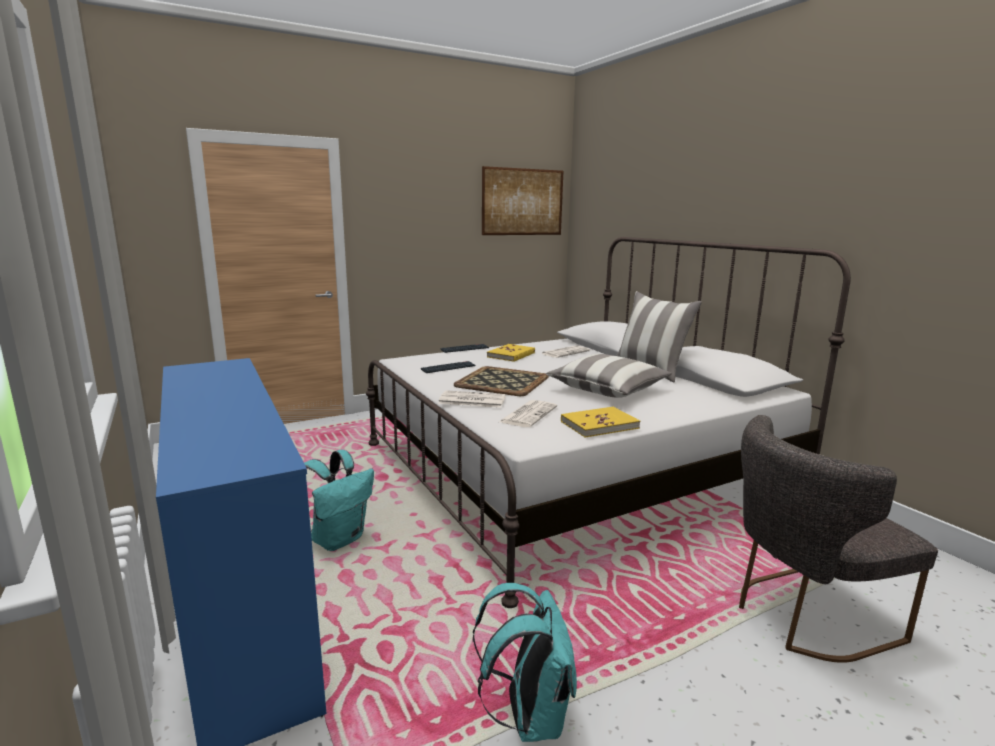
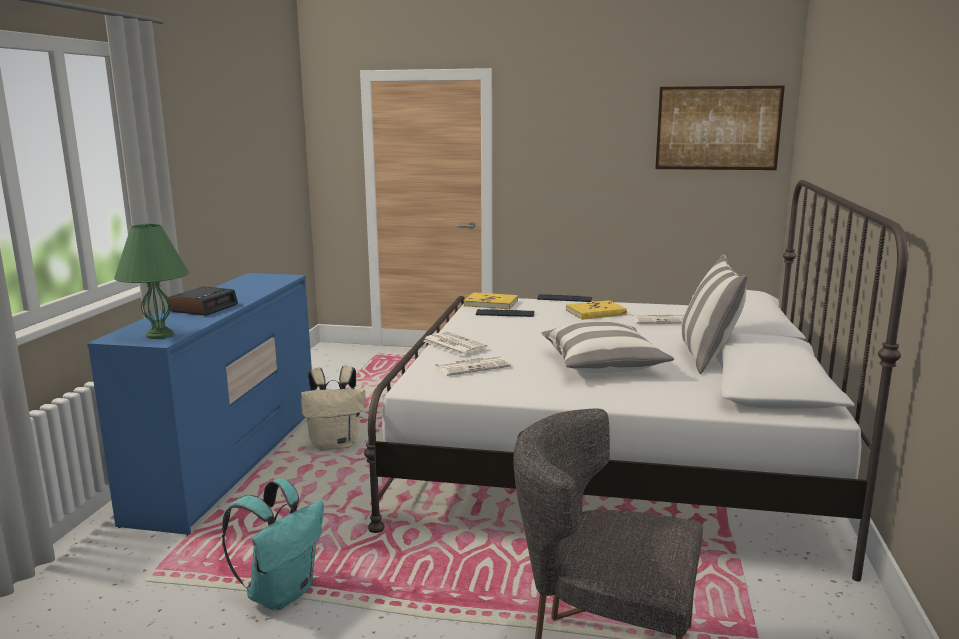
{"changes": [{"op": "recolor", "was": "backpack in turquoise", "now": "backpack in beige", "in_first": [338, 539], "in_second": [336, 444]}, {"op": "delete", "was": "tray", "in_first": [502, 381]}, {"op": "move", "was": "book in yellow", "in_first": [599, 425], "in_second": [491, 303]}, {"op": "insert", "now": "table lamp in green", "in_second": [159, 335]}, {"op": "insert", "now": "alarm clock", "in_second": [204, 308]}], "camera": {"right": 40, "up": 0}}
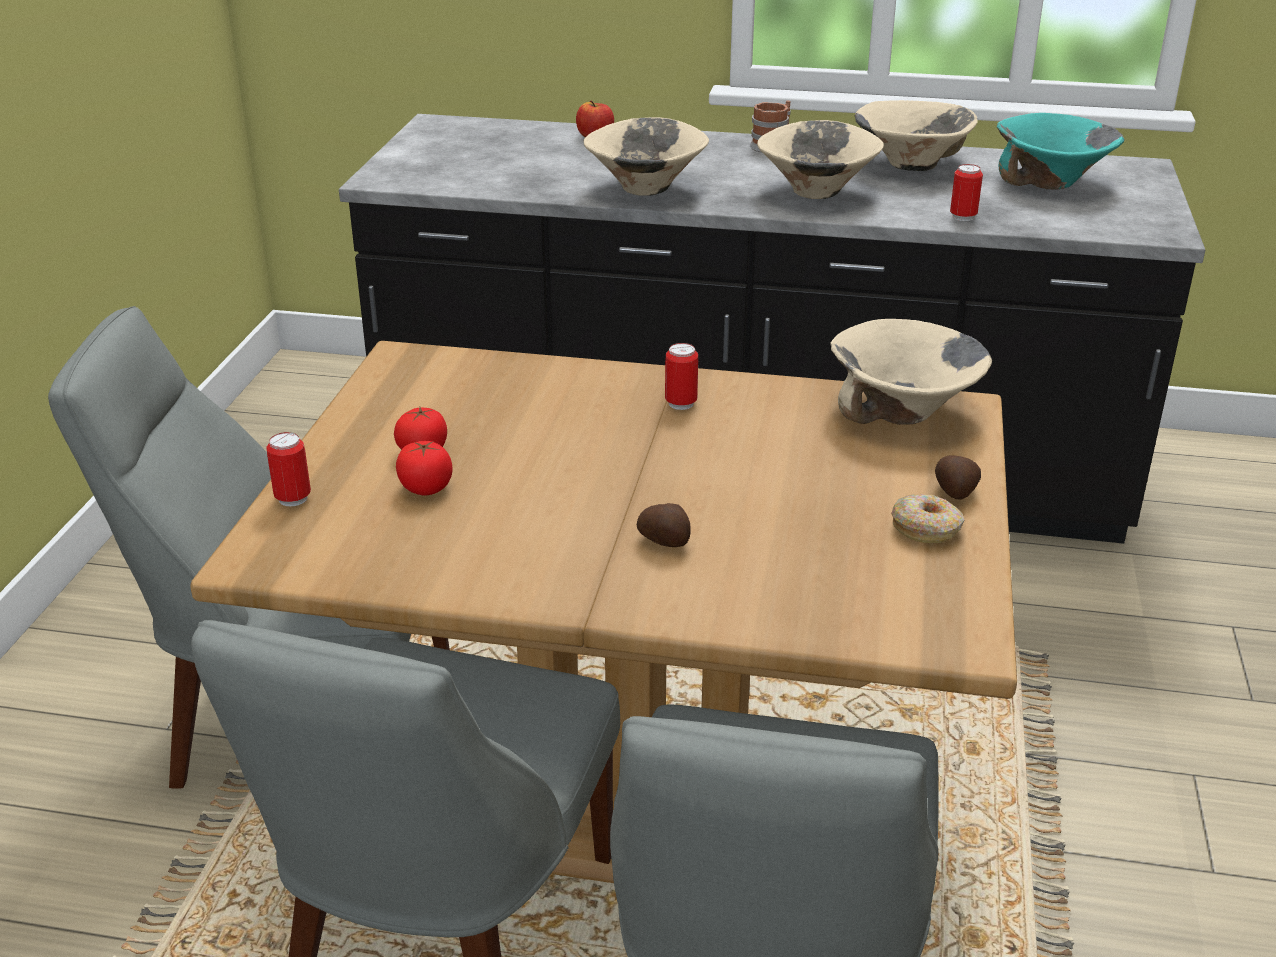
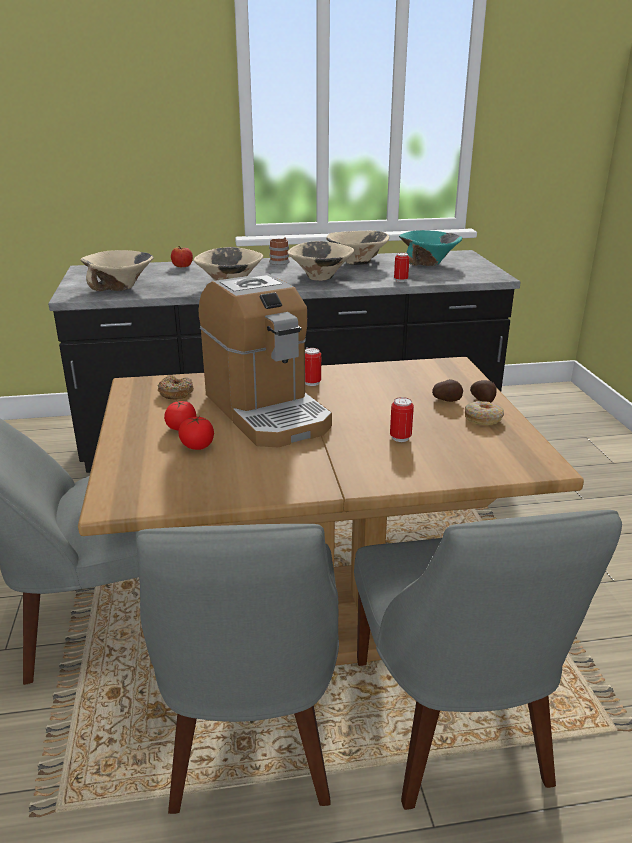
{"changes": [{"op": "move", "was": "can", "in_first": [293, 498], "in_second": [400, 438]}, {"op": "move", "was": "potato", "in_first": [665, 541], "in_second": [447, 400]}, {"op": "move", "was": "bowl in beige", "in_first": [903, 412], "in_second": [120, 287]}, {"op": "insert", "now": "donut", "in_second": [176, 393]}, {"op": "insert", "now": "coffee machine", "in_second": [266, 411]}], "camera": {"right": -20, "up": -5}}
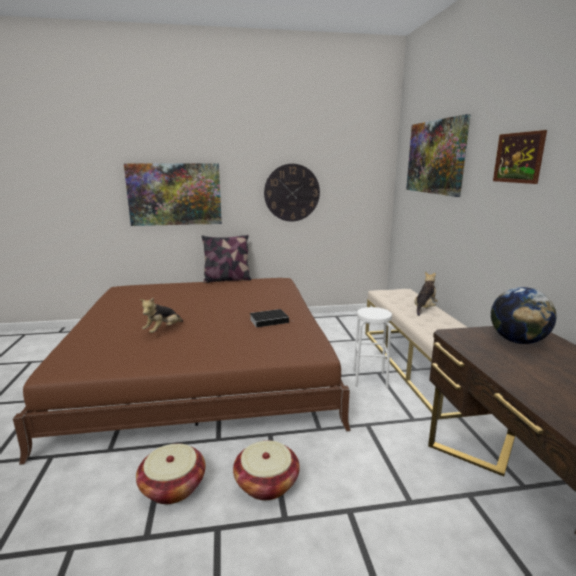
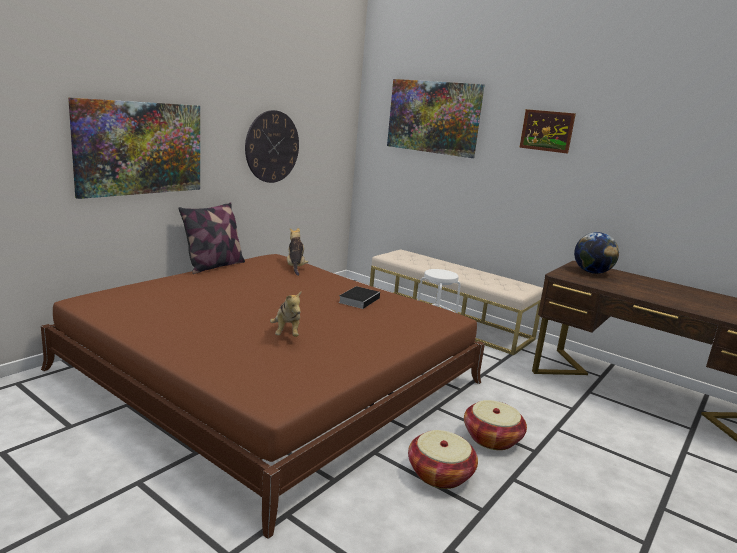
{"changes": [{"op": "move", "was": "plush toy", "in_first": [424, 308], "in_second": [295, 267]}], "camera": {"right": -45, "up": 0}}
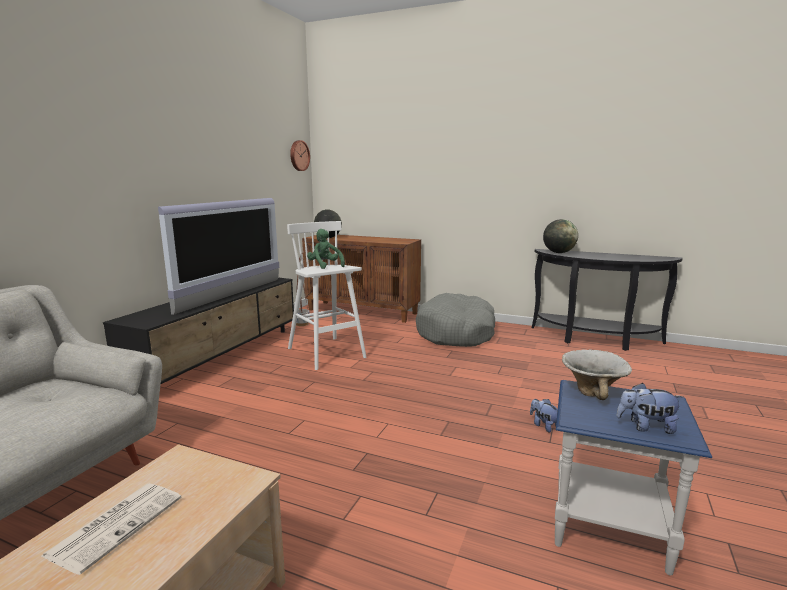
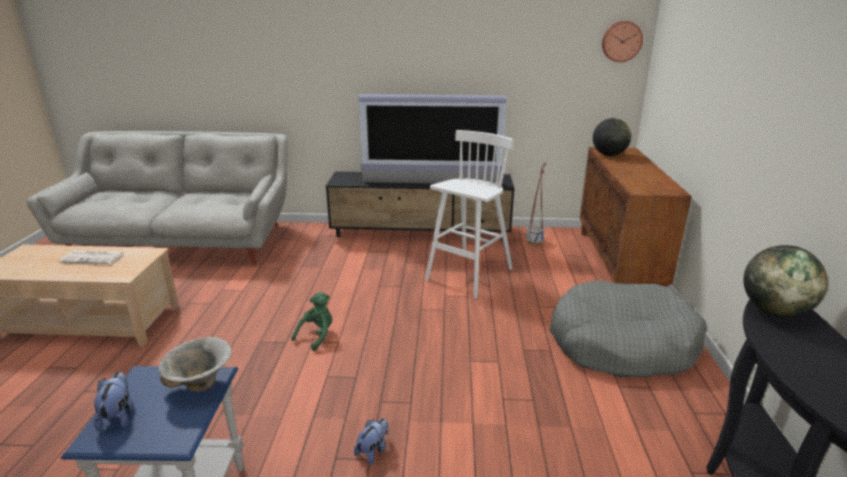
{"changes": [{"op": "move", "was": "plush toy in green", "in_first": [325, 266], "in_second": [317, 336]}], "camera": {"right": 70, "up": 10}}
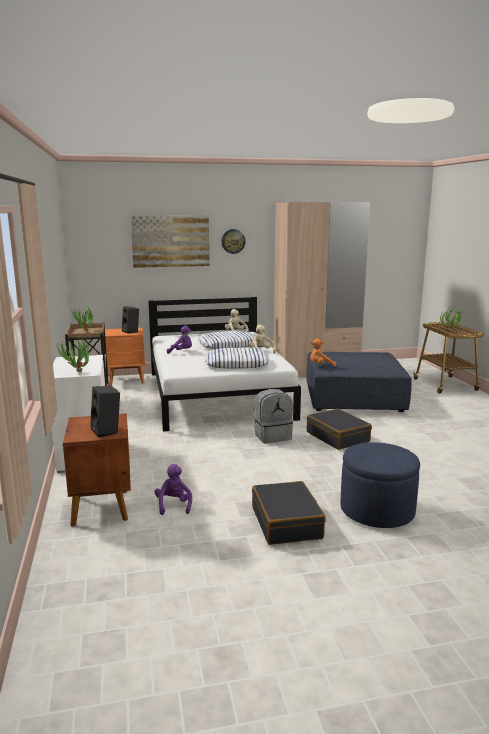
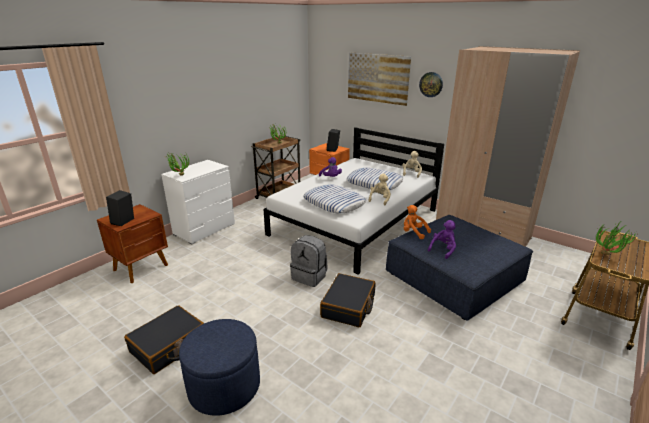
{"changes": [{"op": "move", "was": "plush toy in purple", "in_first": [173, 505], "in_second": [443, 249]}], "camera": {"right": 50, "up": 10}}
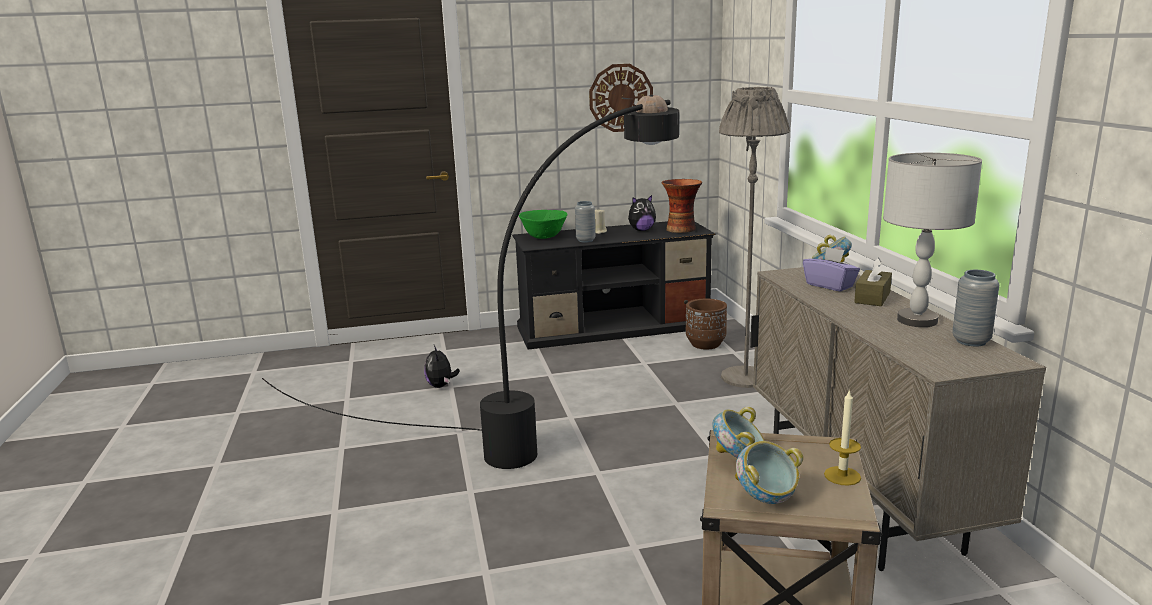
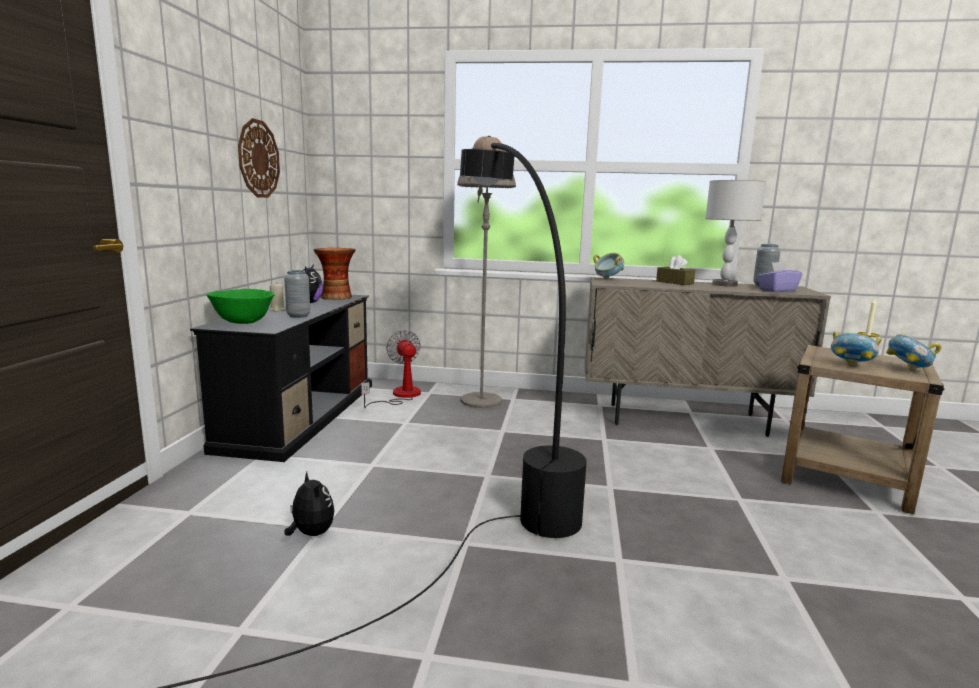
{"changes": [{"op": "rotate", "was": "plush toy", "in_first": [441, 386], "in_second": [311, 533], "clockwise": -135}, {"op": "replace", "was": "planter in brown", "now": "fan", "in_first": [705, 344], "in_second": [400, 396]}, {"op": "move", "was": "tissue box in purple", "in_first": [830, 285], "in_second": [777, 290]}], "camera": {"right": -70, "up": -5}}
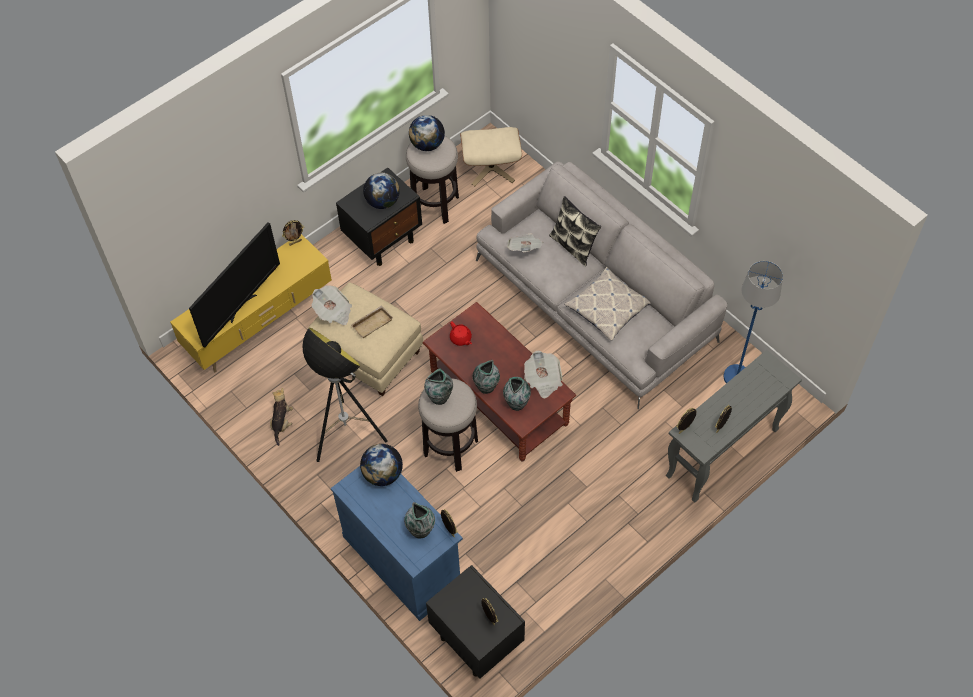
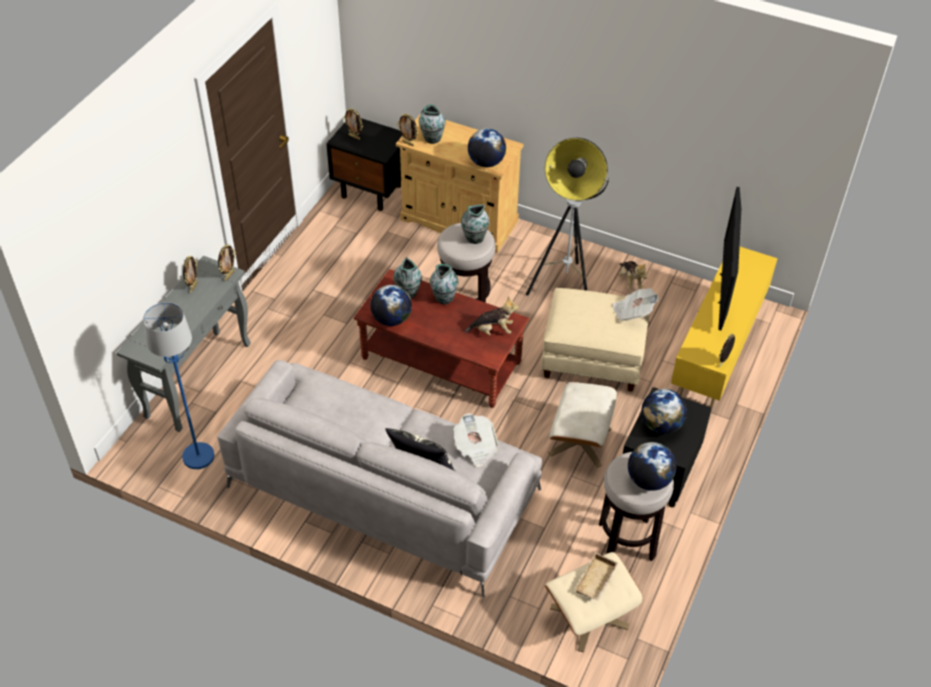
{"changes": [{"op": "recolor", "was": "cabinet in blue", "now": "cabinet in beige", "in_first": [403, 560], "in_second": [459, 221]}, {"op": "move", "was": "tray in beige", "in_first": [372, 323], "in_second": [597, 580]}, {"op": "replace", "was": "teapot in red", "now": "plush toy", "in_first": [461, 339], "in_second": [492, 330]}, {"op": "replace", "was": "newspaper", "now": "globe", "in_first": [543, 380], "in_second": [391, 319]}, {"op": "delete", "was": "pillow", "in_first": [608, 307]}, {"op": "insert", "now": "ottoman in beige", "in_second": [580, 441]}], "camera": {"right": 155, "up": -10}}
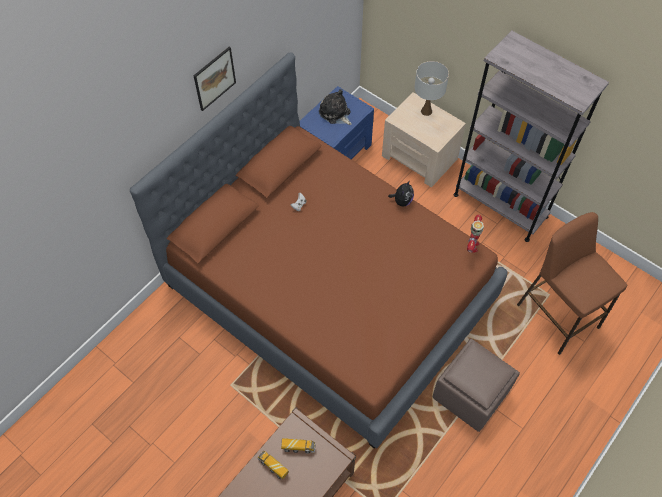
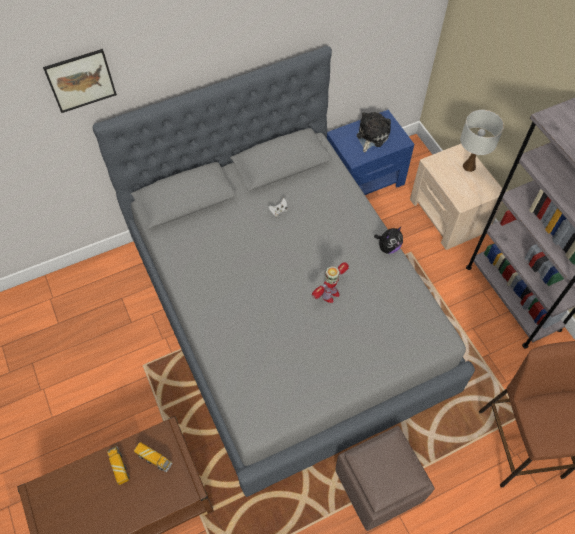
{"changes": [{"op": "recolor", "was": "bed in brown", "now": "bed in grey", "in_first": [330, 292], "in_second": [287, 314]}, {"op": "move", "was": "picture", "in_first": [214, 78], "in_second": [81, 80]}, {"op": "rotate", "was": "plush toy", "in_first": [335, 113], "in_second": [371, 136], "clockwise": 45}, {"op": "move", "was": "toy robot", "in_first": [472, 246], "in_second": [330, 295]}], "camera": {"right": 25, "up": 0}}
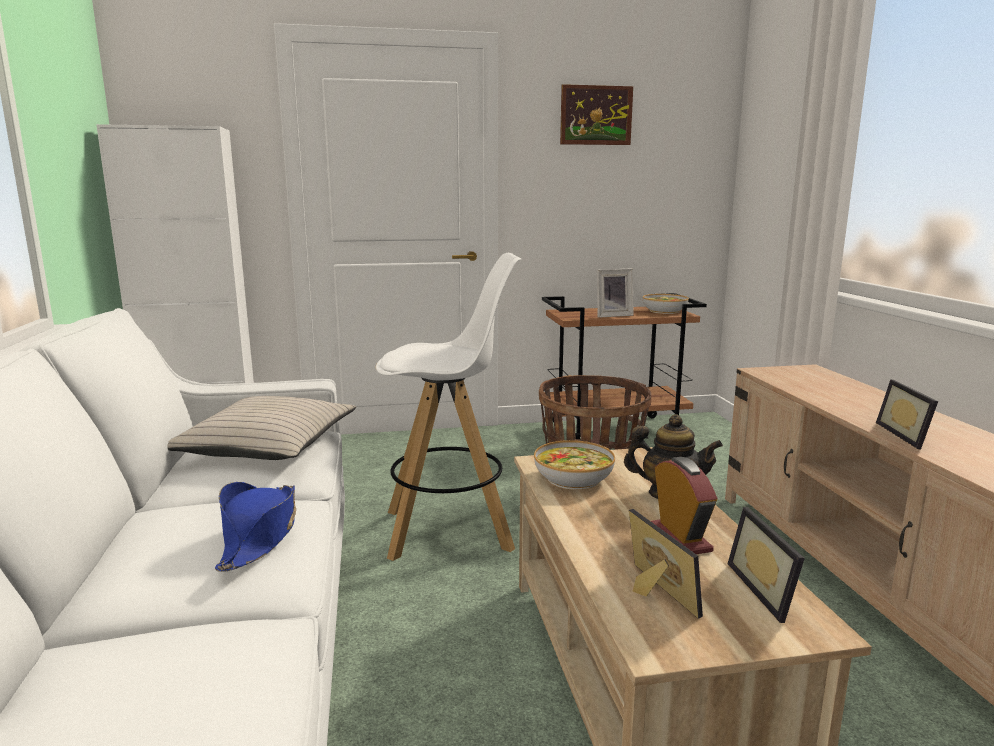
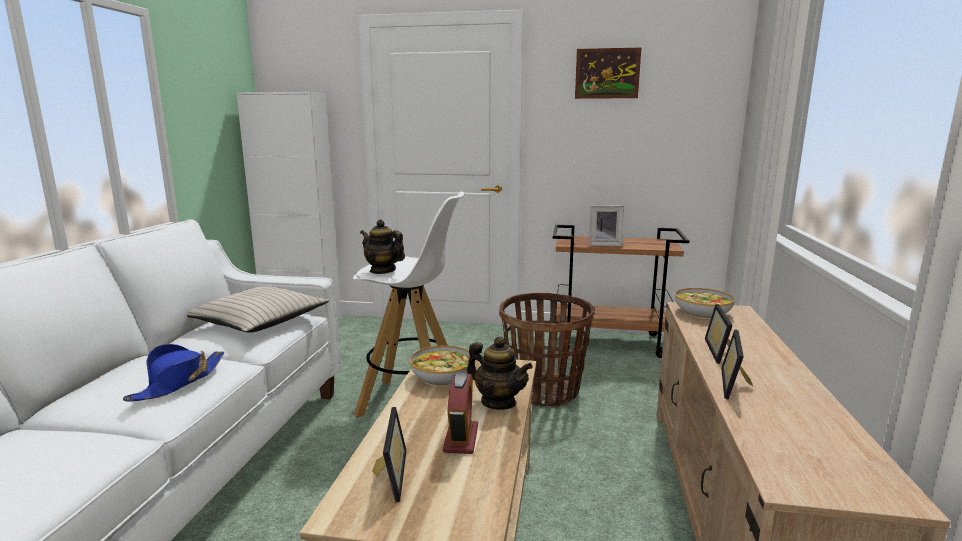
{"changes": [{"op": "move", "was": "bowl", "in_first": [664, 311], "in_second": [702, 312]}, {"op": "move", "was": "picture frame", "in_first": [769, 590], "in_second": [722, 351]}, {"op": "insert", "now": "teapot", "in_second": [382, 270]}], "camera": {"right": 20, "up": 0}}
